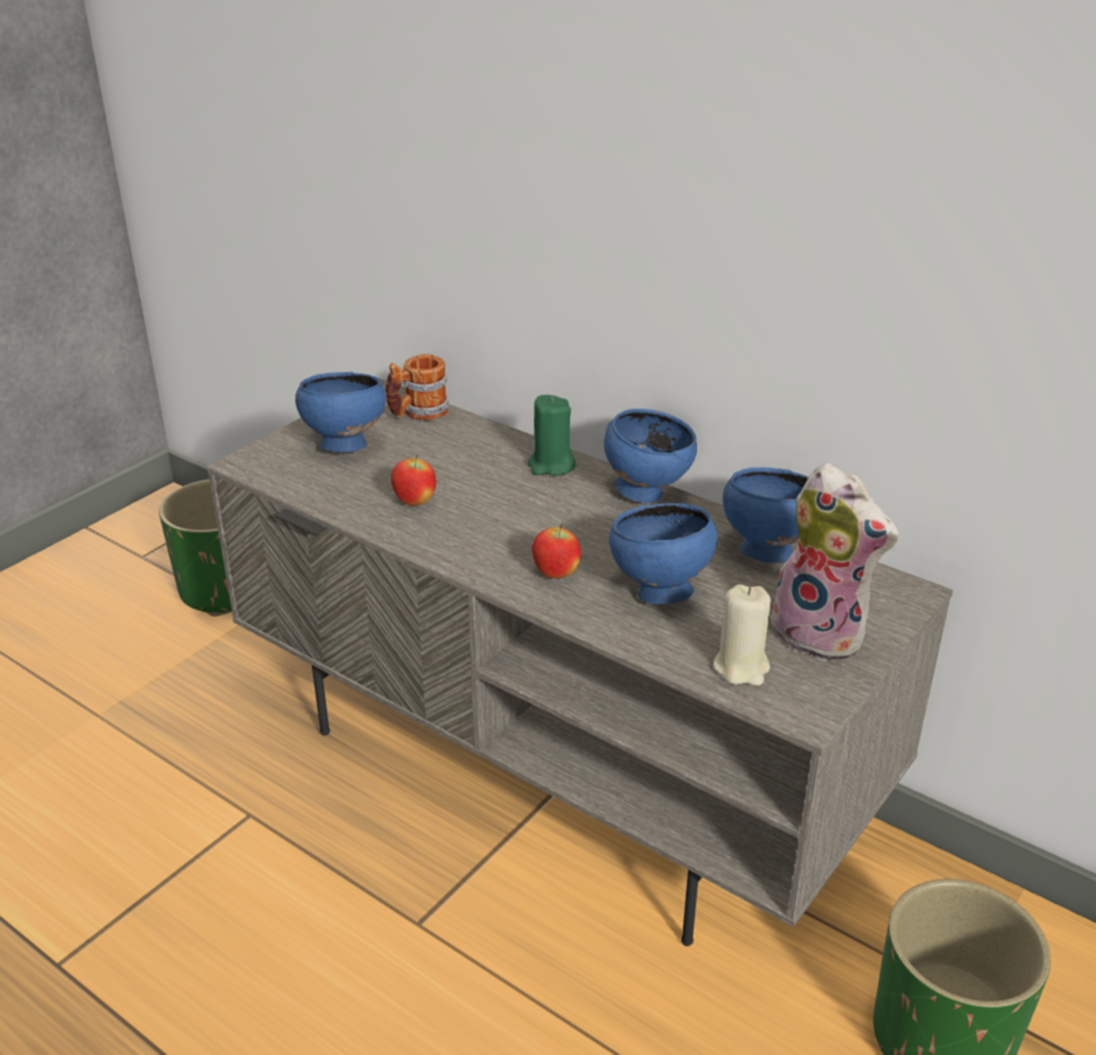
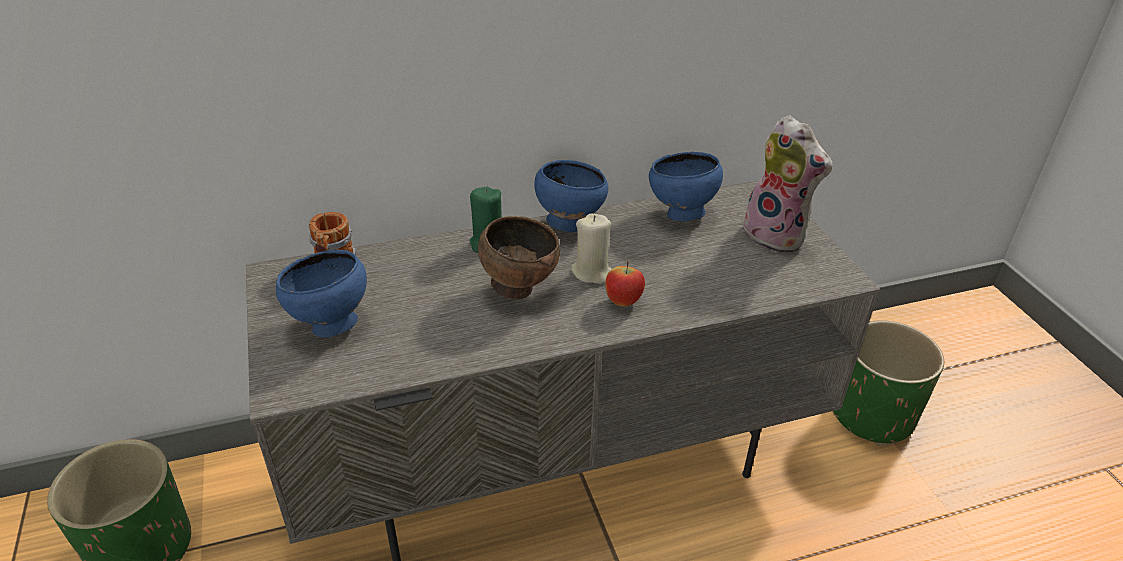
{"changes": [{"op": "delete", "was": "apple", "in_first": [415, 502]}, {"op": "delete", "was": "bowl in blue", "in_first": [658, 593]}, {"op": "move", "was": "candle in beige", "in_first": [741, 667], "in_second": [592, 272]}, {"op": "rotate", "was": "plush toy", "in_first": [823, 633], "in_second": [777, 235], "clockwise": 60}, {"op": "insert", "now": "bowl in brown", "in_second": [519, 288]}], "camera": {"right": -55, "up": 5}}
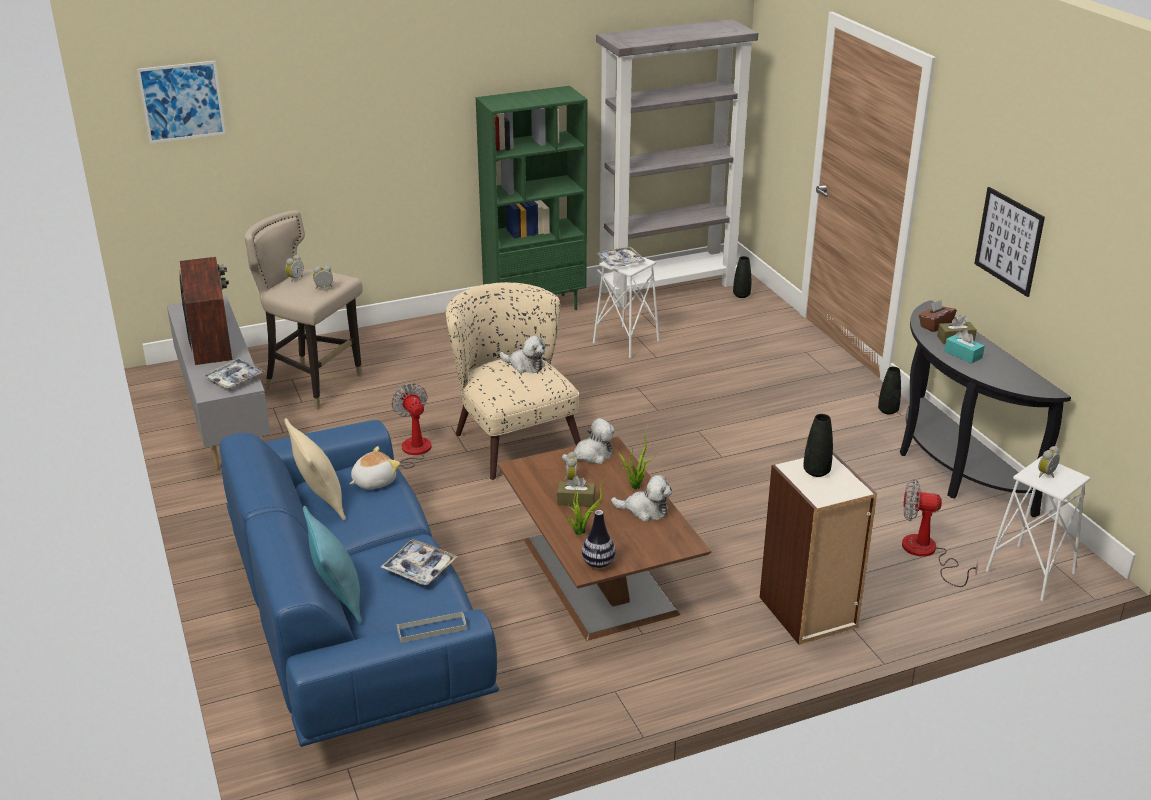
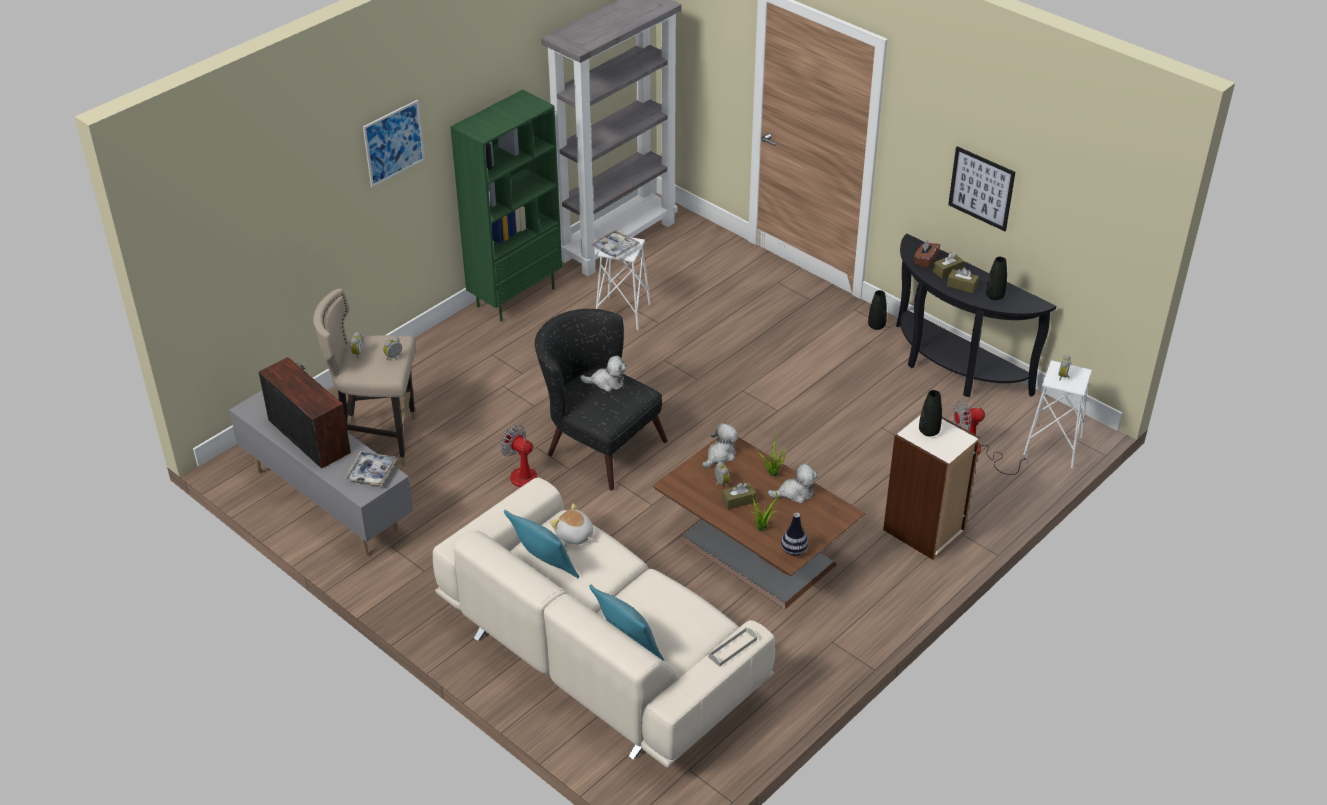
{"changes": [{"op": "move", "was": "picture", "in_first": [182, 101], "in_second": [394, 143]}, {"op": "recolor", "was": "sofa in blue", "now": "sofa in beige", "in_first": [353, 622], "in_second": [600, 655]}, {"op": "recolor", "was": "pillow in beige", "now": "pillow in turquoise", "in_first": [320, 501], "in_second": [544, 567]}, {"op": "rotate", "was": "plush toy", "in_first": [373, 481], "in_second": [574, 535], "clockwise": -75}, {"op": "delete", "was": "tray", "in_first": [419, 568]}, {"op": "recolor", "was": "armchair in beige", "now": "armchair in black", "in_first": [512, 437], "in_second": [597, 443]}, {"op": "move", "was": "vase in black", "in_first": [741, 295], "in_second": [994, 296]}, {"op": "recolor", "was": "tissue box in turquoise", "now": "tissue box in brown", "in_first": [963, 355], "in_second": [962, 285]}], "camera": {"right": -25, "up": 10}}
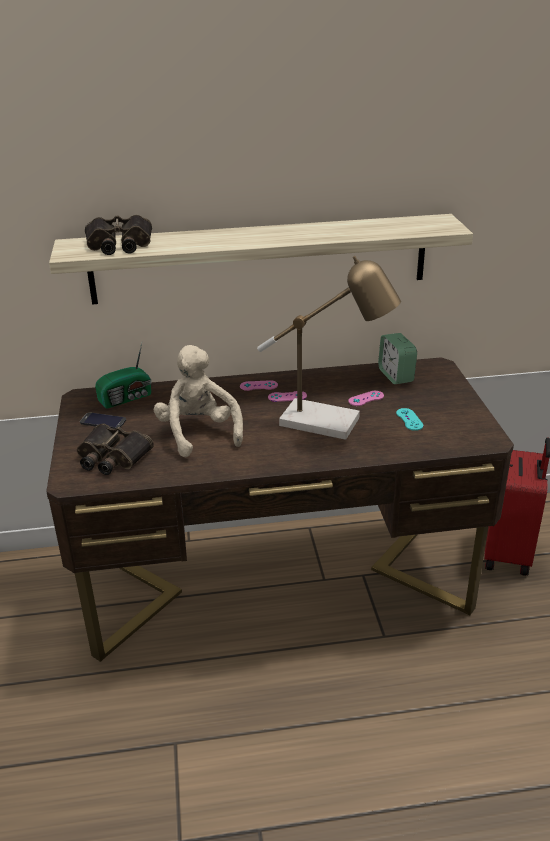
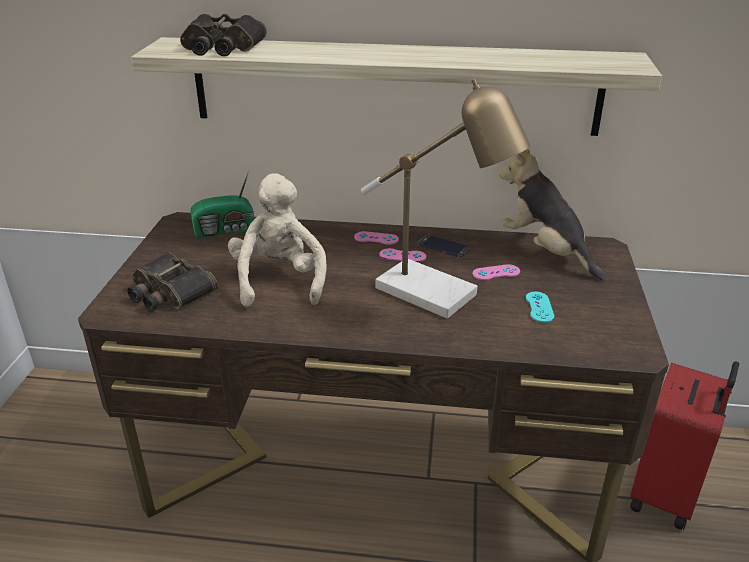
{"changes": [{"op": "move", "was": "phone", "in_first": [103, 421], "in_second": [443, 246]}, {"op": "replace", "was": "alarm clock", "now": "plush toy", "in_first": [396, 376], "in_second": [545, 251]}], "camera": {"right": 15, "up": 0}}
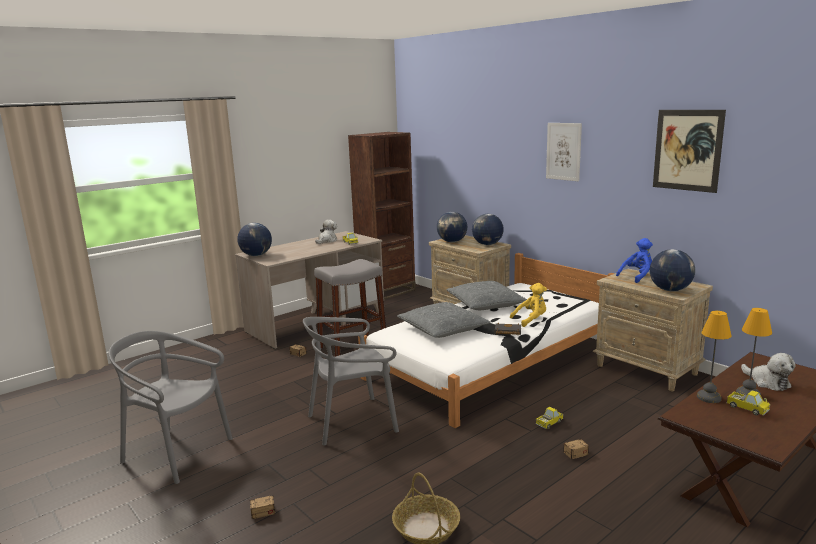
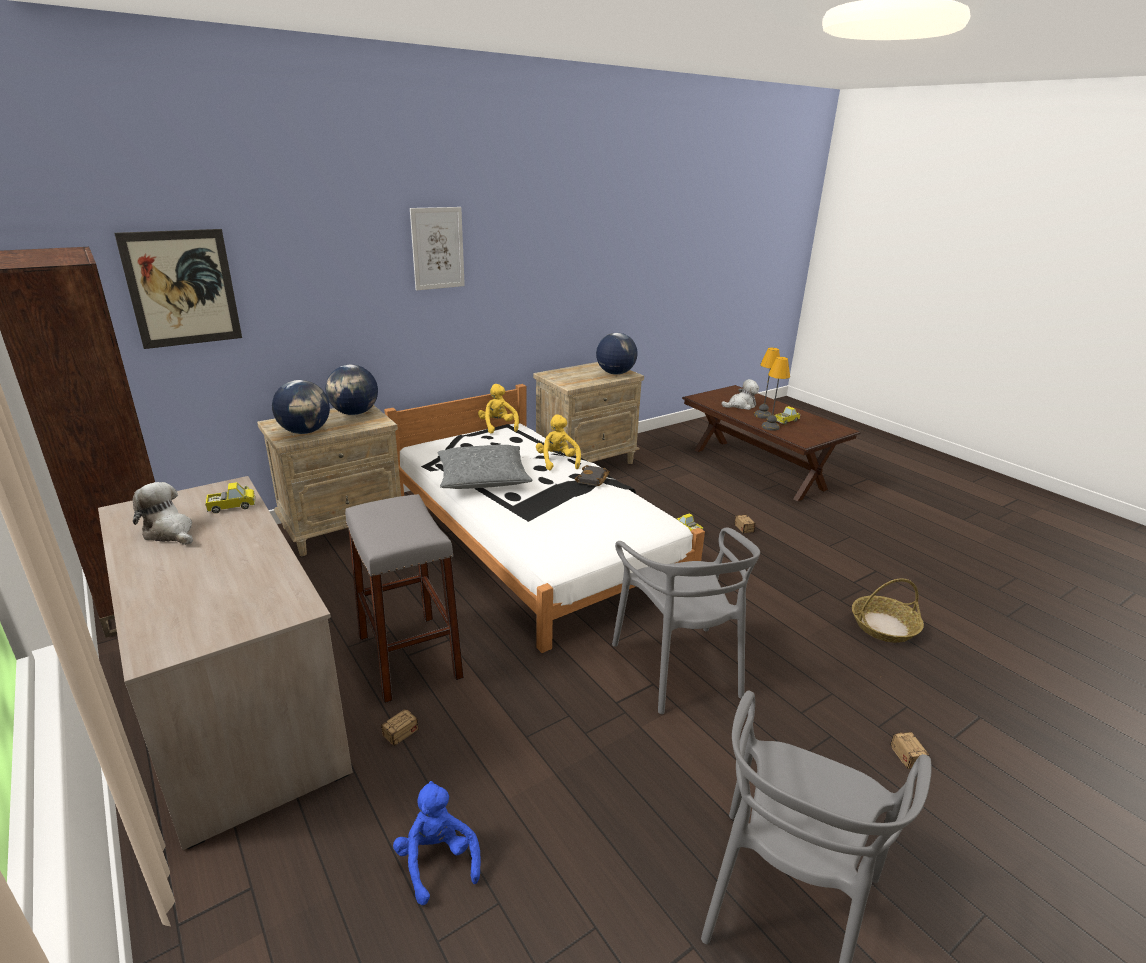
{"changes": [{"op": "delete", "was": "globe", "in_first": [256, 255]}, {"op": "delete", "was": "pillow in grey", "in_first": [442, 329]}, {"op": "move", "was": "plush toy in blue", "in_first": [637, 276], "in_second": [437, 860]}, {"op": "move", "was": "picture", "in_first": [687, 150], "in_second": [182, 288]}, {"op": "insert", "now": "plush toy in yellow", "in_second": [498, 426]}], "camera": {"right": -85, "up": 10}}
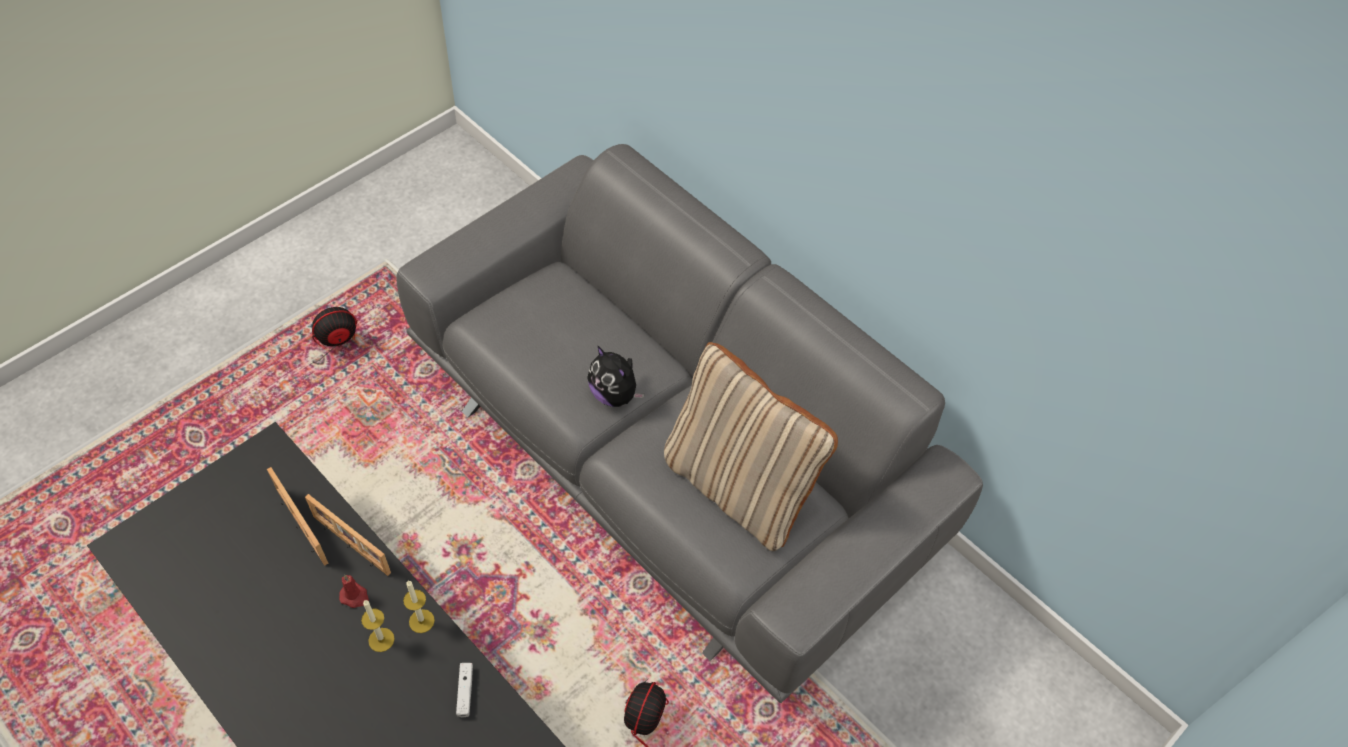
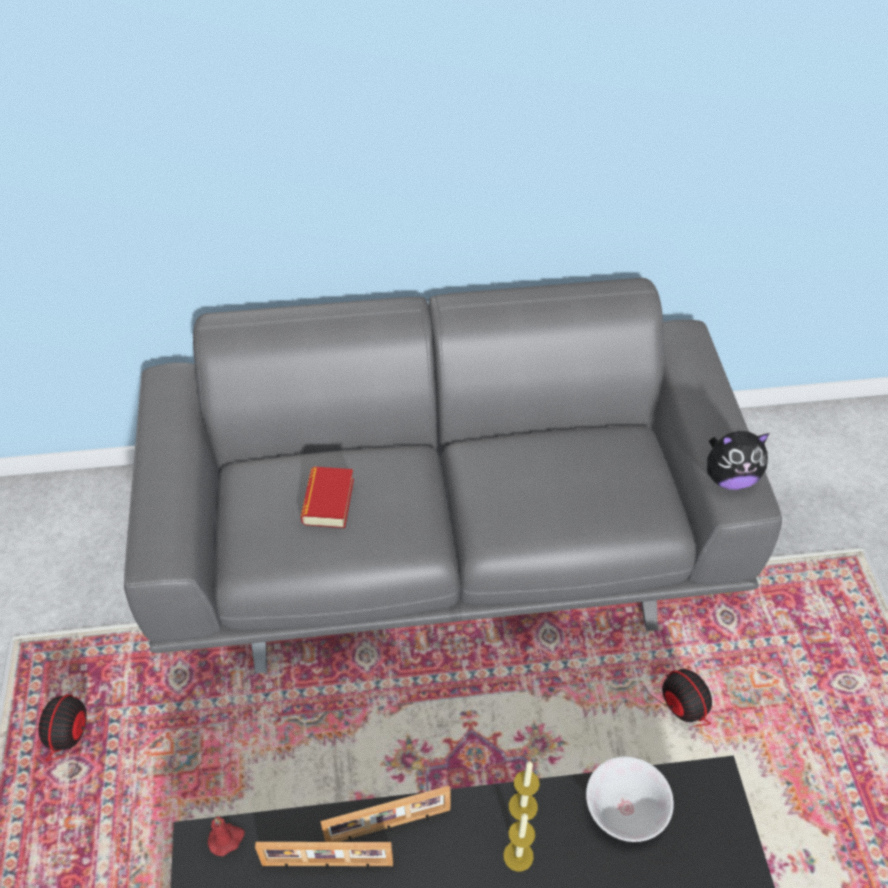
{"changes": [{"op": "move", "was": "candle in red", "in_first": [355, 596], "in_second": [226, 839]}, {"op": "replace", "was": "game controller in white", "now": "bowl in white", "in_first": [465, 692], "in_second": [625, 809]}, {"op": "move", "was": "plush toy", "in_first": [614, 394], "in_second": [729, 478]}, {"op": "delete", "was": "pillow in beige", "in_first": [738, 486]}, {"op": "insert", "now": "book", "in_second": [328, 501]}], "camera": {"right": -50, "up": -5}}
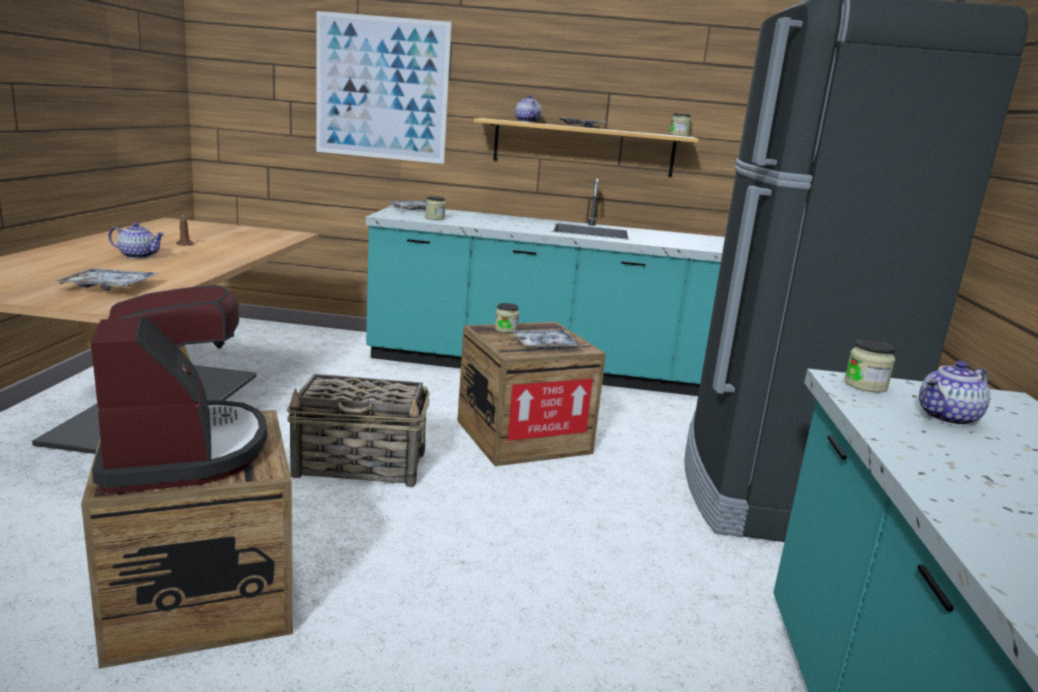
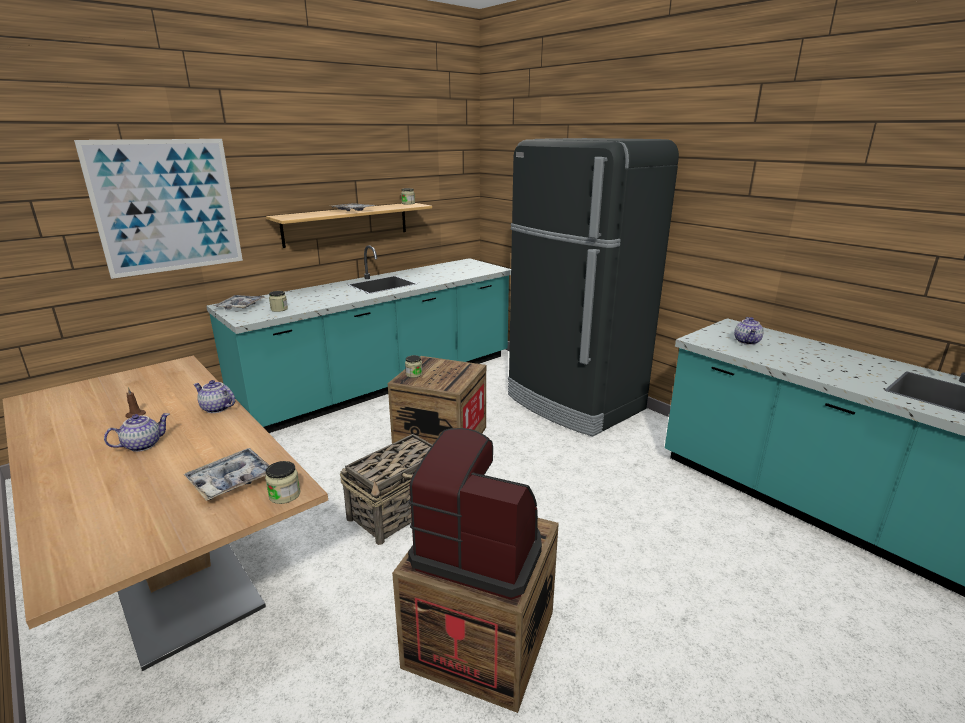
{"changes": [{"op": "delete", "was": "tray", "in_first": [545, 346]}, {"op": "move", "was": "teapot", "in_first": [526, 122], "in_second": [216, 408]}, {"op": "move", "was": "jar", "in_first": [865, 385], "in_second": [284, 495]}], "camera": {"right": -45, "up": 5}}
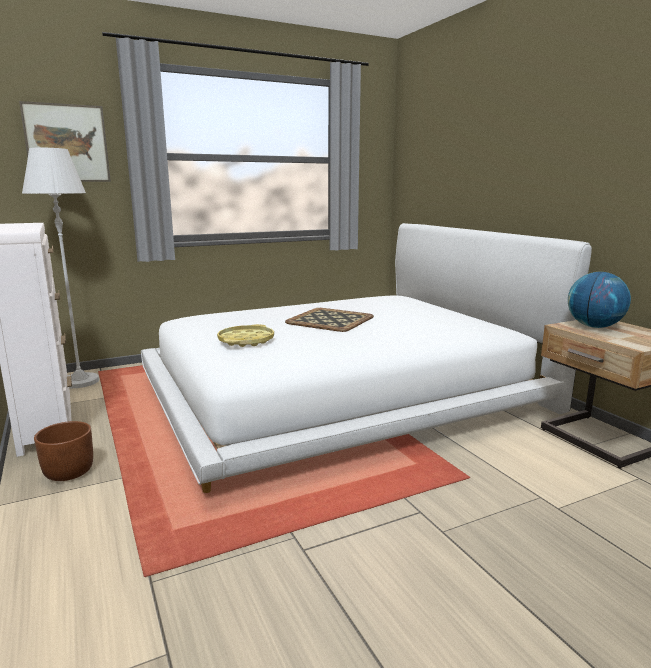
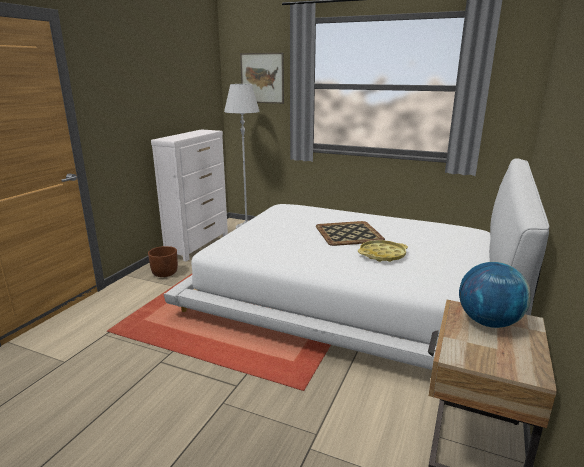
{"changes": [{"op": "move", "was": "tray in yellow", "in_first": [246, 340], "in_second": [382, 255]}], "camera": {"right": 50, "up": 5}}
